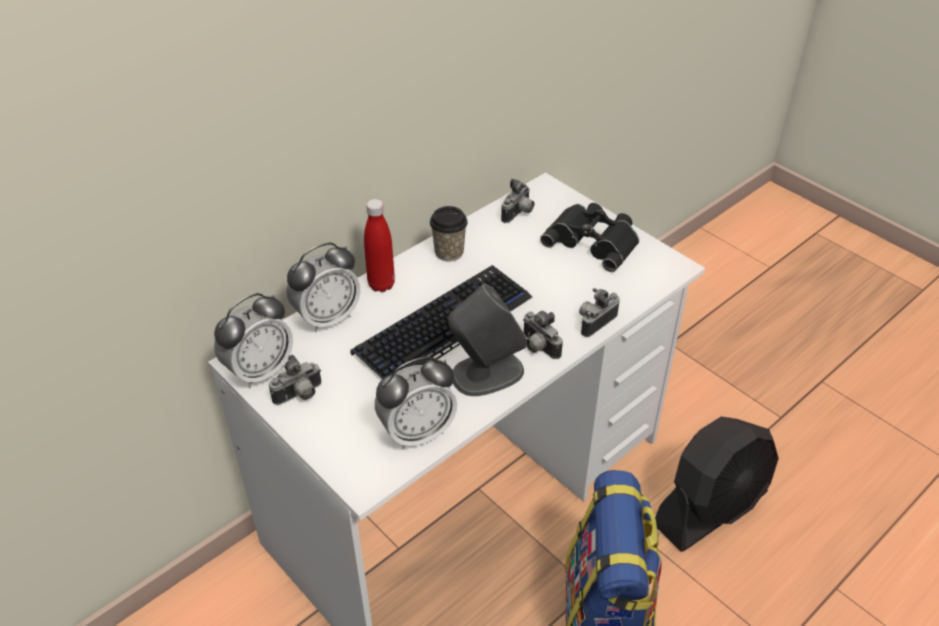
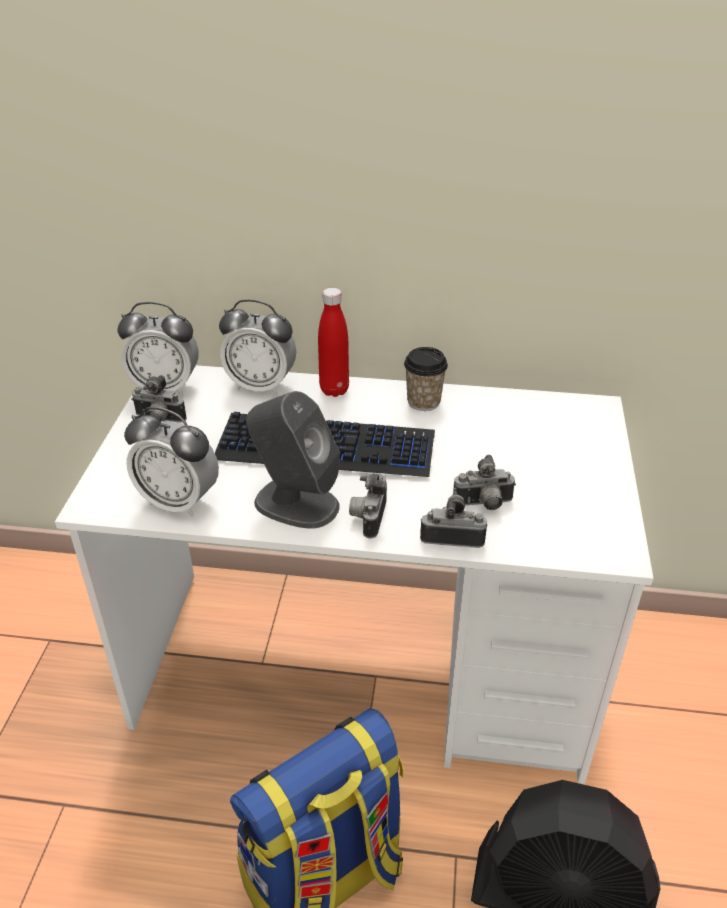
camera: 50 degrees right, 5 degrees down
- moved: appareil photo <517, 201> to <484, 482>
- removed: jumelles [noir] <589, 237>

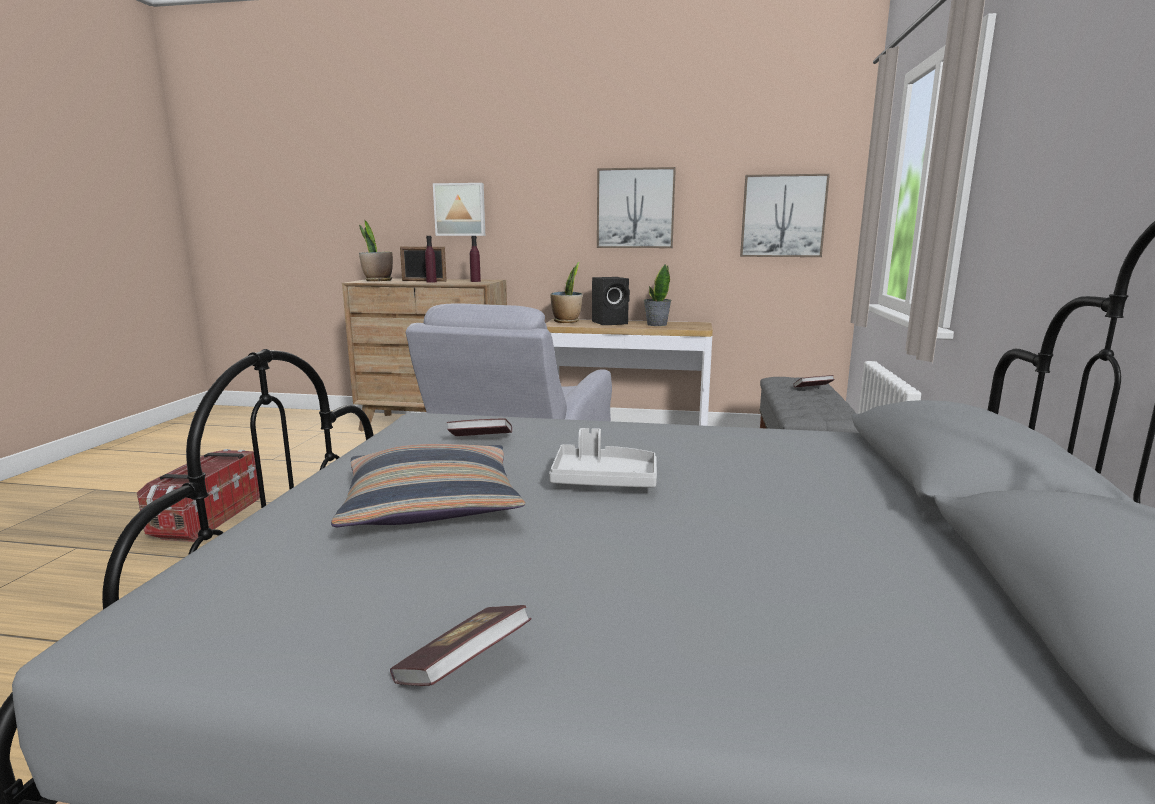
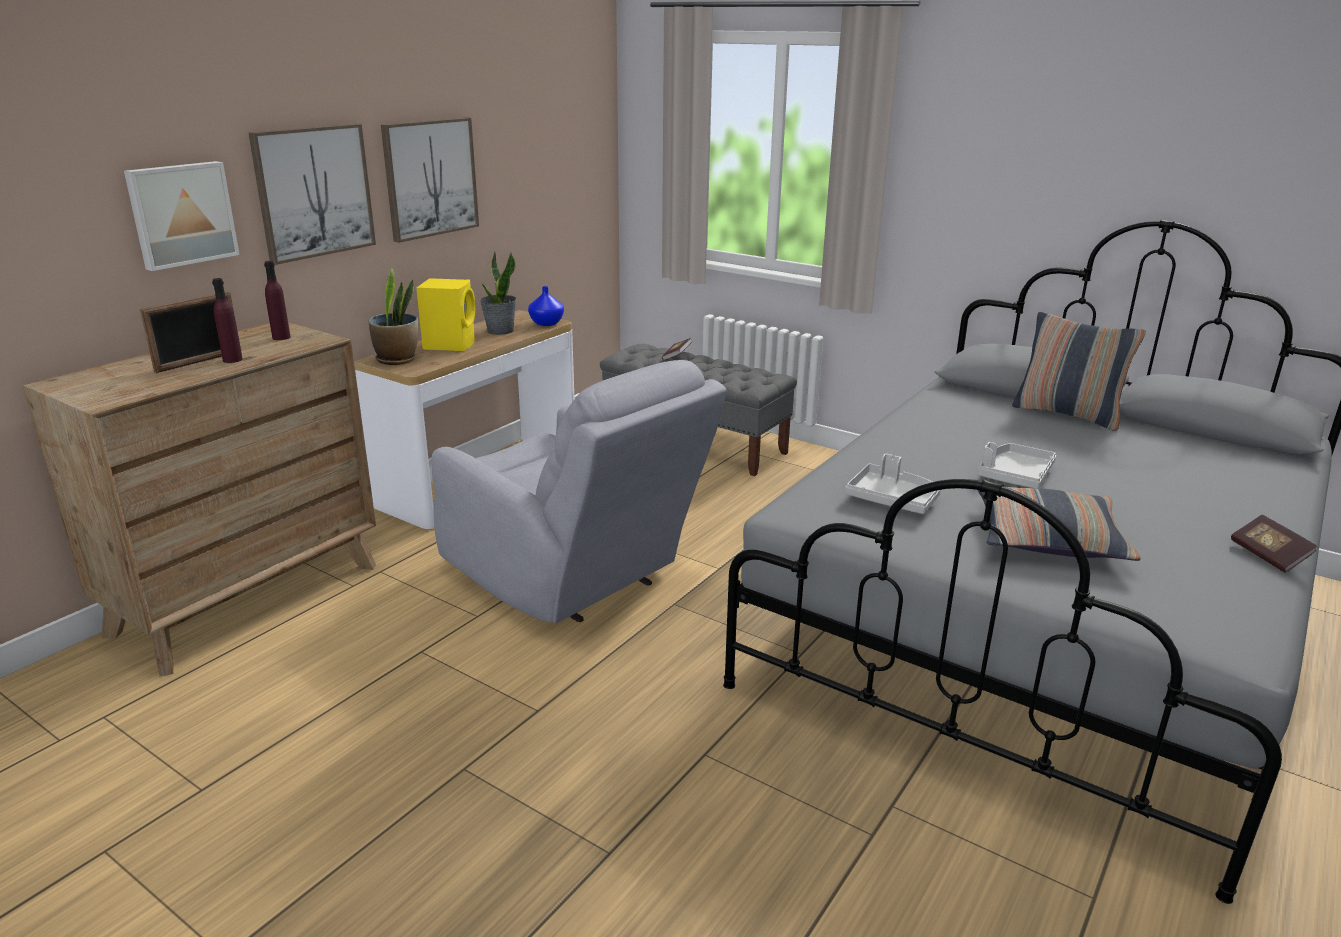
camera: 65 degrees left, 10 degrees up
- moved: tableau <785, 215> to <312, 194>
- removed: plante en pot <376, 250>
- recoloured: enceinte [noir] <611, 301> to enceinte [jaune] <445, 314>
- replaced: livre <479, 427> to plateau [gris] <893, 484>
- removed: boîte de rangement <200, 495>
- added: vase [bleu] <546, 306>
- added: coussin <1079, 371>

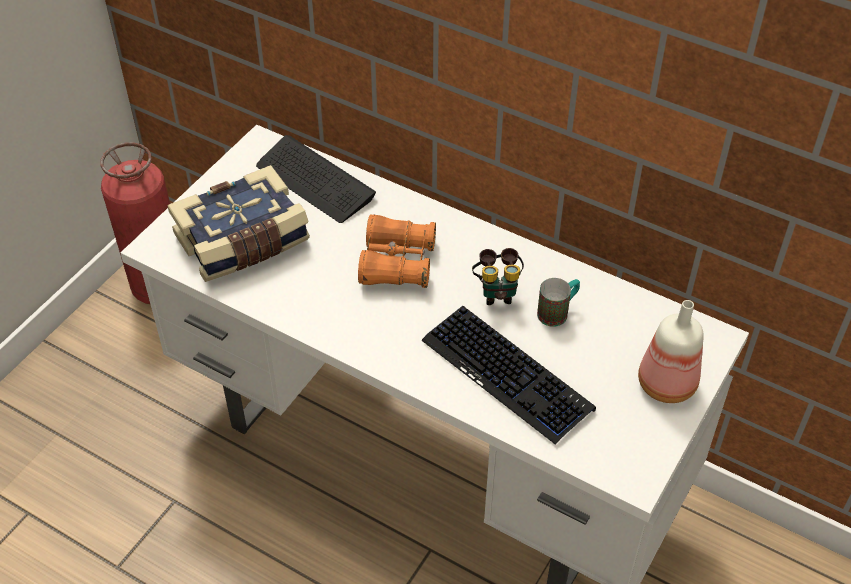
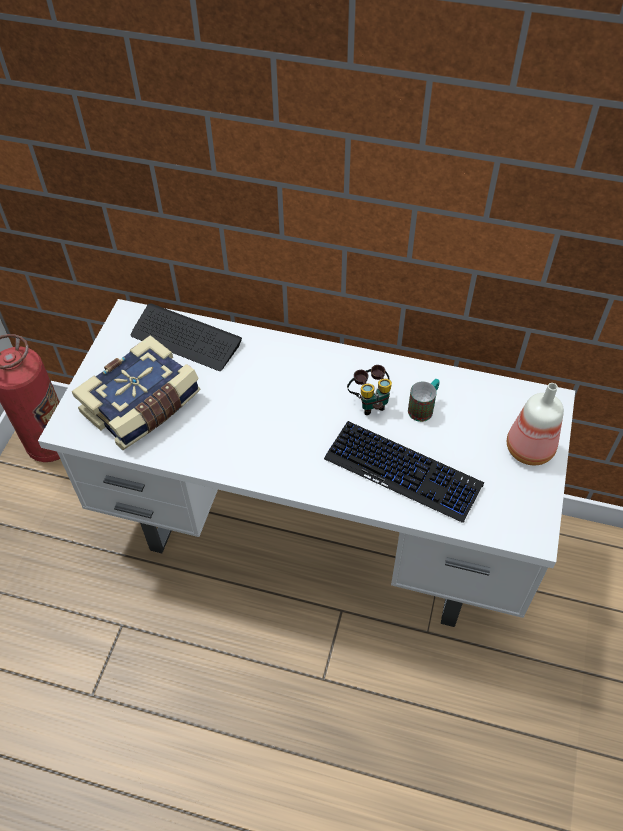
camera: 15 degrees left, 5 degrees up
- removed: jumelles [orange] <397, 251>

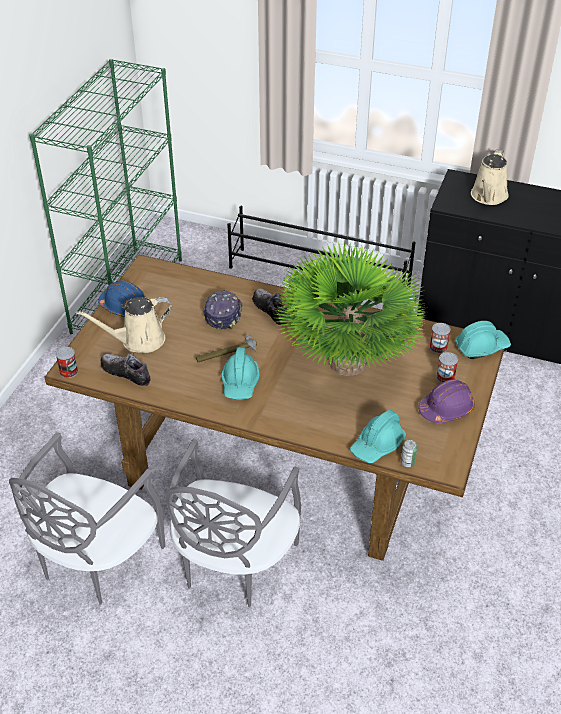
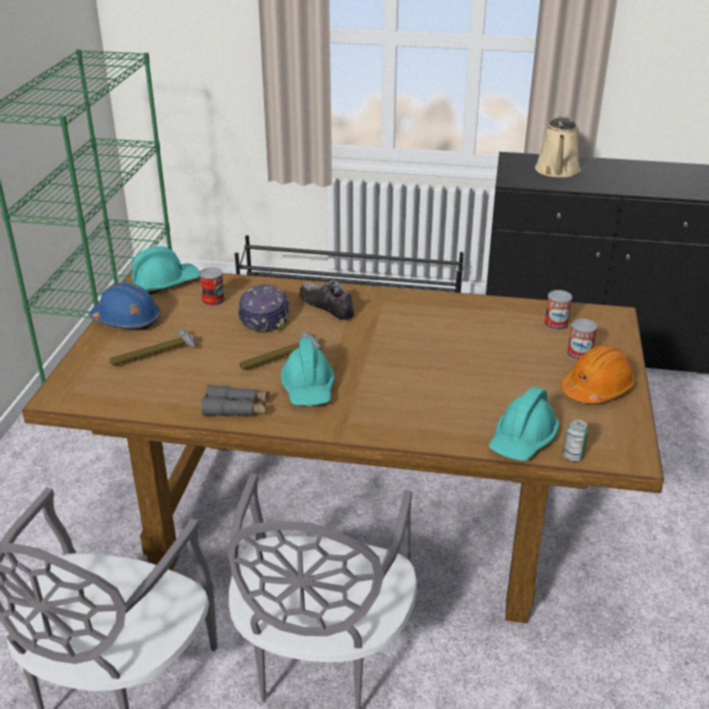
camera: 10 degrees left, 10 degrees down
- removed: plante en pot <351, 308>
- replaced: arrosoir [beige] <124, 325> to marteau <152, 347>
- moved: casque de chantier [turquoise] <483, 340> to <165, 270>
- moved: boîte métallique <67, 362> to <212, 286>
- removed: chaussure <126, 369>
- recoloured: casque de chantier [violet] <446, 401> to casque de chantier [orange] <598, 374>
- added: jumelles [gris] <235, 400>

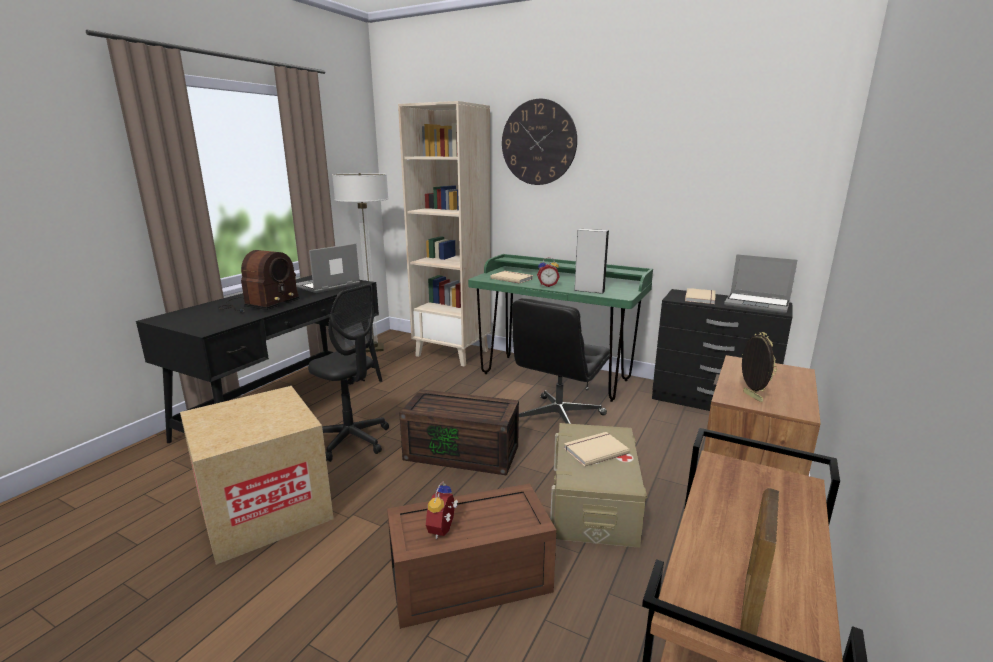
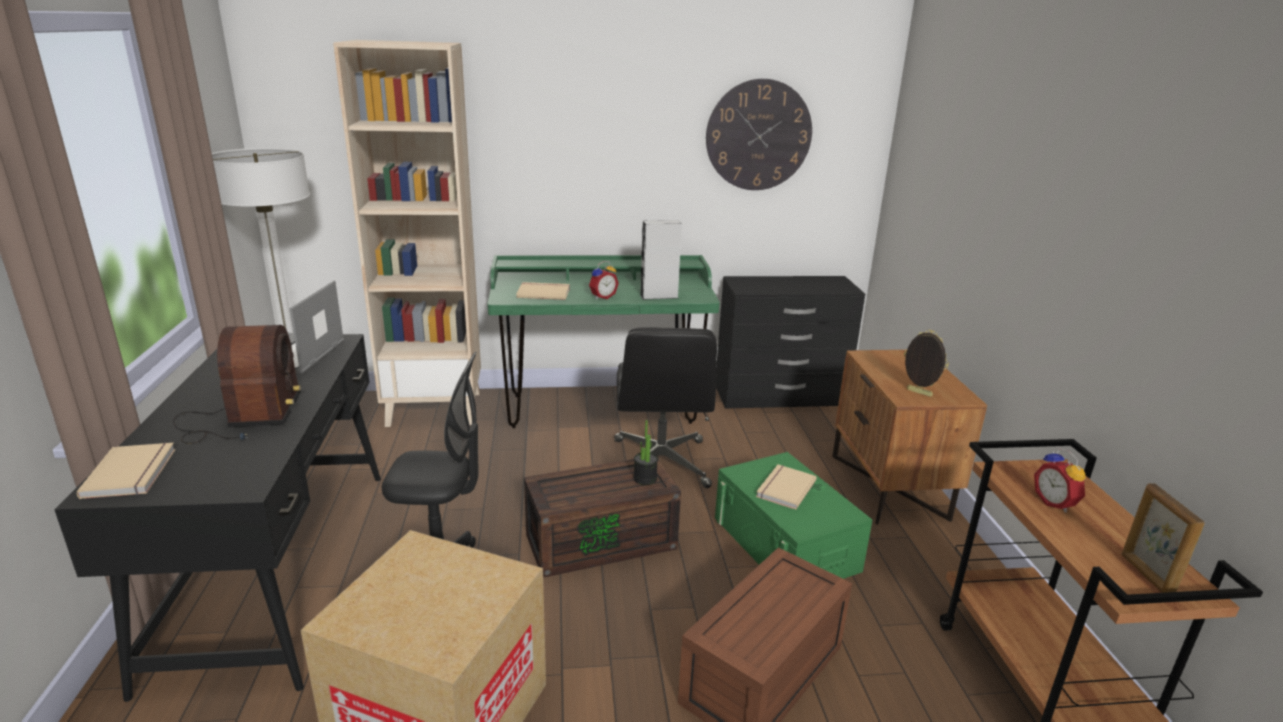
camera: 35 degrees left, 5 degrees up
- moved: horloge murale <539, 142> to <759, 134>
- removed: ordinateur portable <760, 284>
- moved: livre [beige] <700, 296> to <125, 471>
- recoloured: boîte de rangement [beige] <598, 485> to boîte de rangement [vert] <793, 515>
- moved: réveil <442, 510> to <1060, 480>
- added: plante en pot <645, 452>

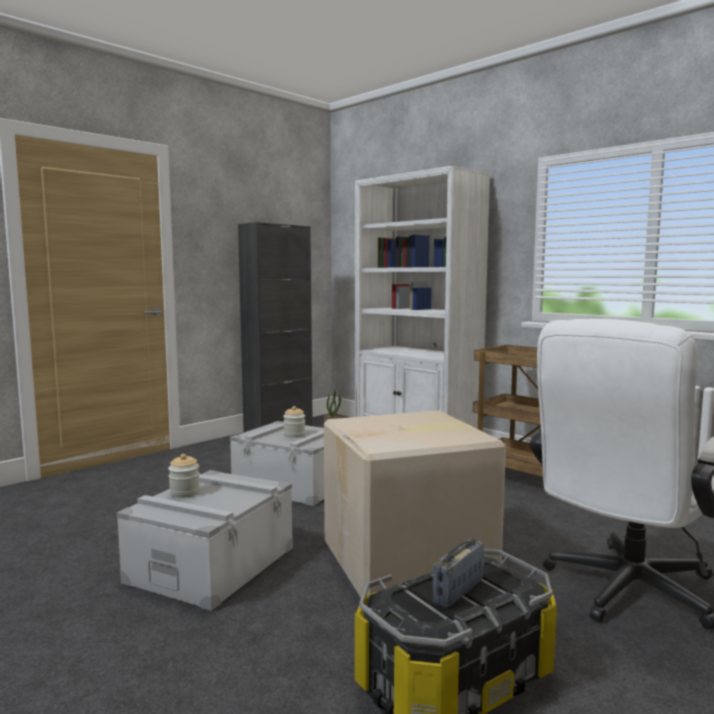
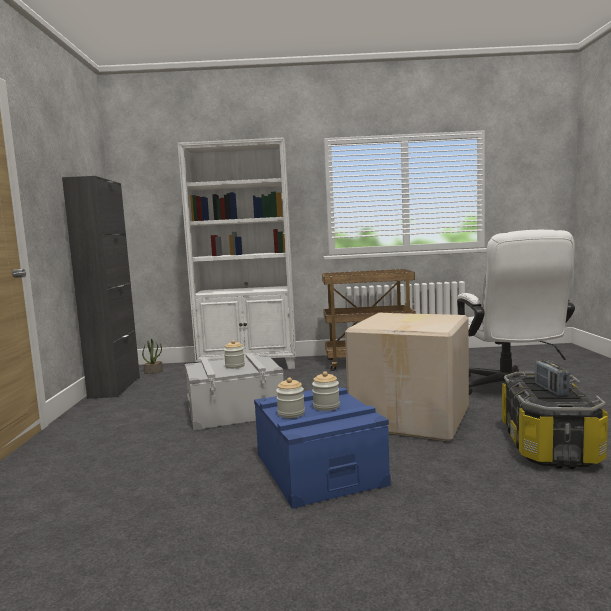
camera: 45 degrees left, 0 degrees up
- recoloured: boîte de rangement [gris] <204, 540> to boîte de rangement [bleu] <322, 447>
- added: bocal <326, 391>

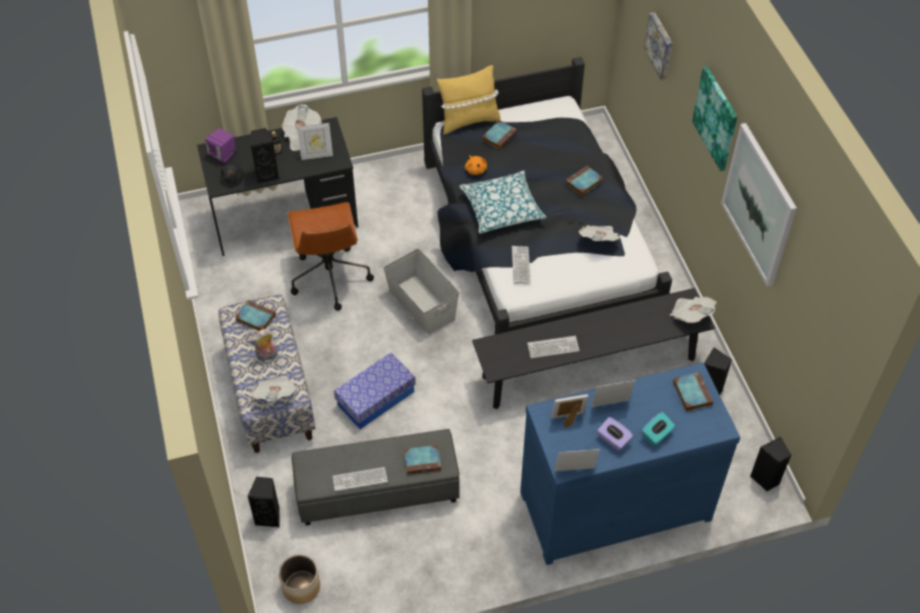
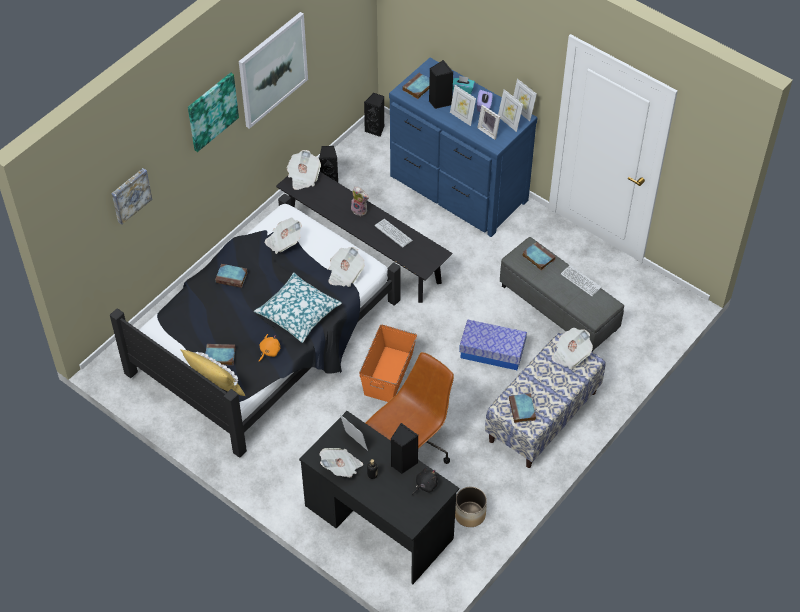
camera: 125 degrees left, 0 degrees up
- removed: enceinte [violet] <220, 145>
- replaced: clavier <521, 265> to journal <346, 267>
- recoloured: boîte de rangement [gris] <421, 292> to boîte de rangement [orange] <388, 363>
- moved: peluche <263, 345> to <360, 201>
- moved: enceinte [noir] <263, 502> to <441, 84>
- moved: cache-pot <299, 579> to <471, 507>
- added: cadre photo <510, 110>

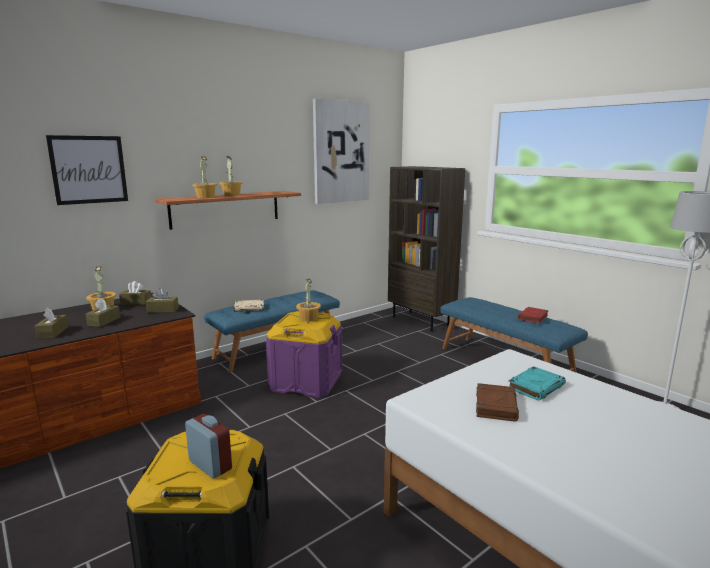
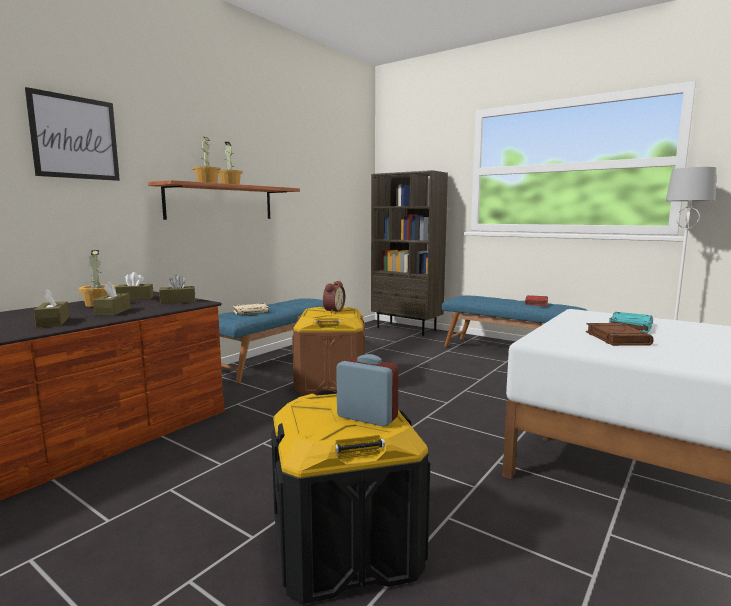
camera: 15 degrees left, 5 degrees down
- removed: tableau <341, 151>
- replaced: plante en pot <308, 300> to réveil <334, 297>
- recoloured: boîte de rangement [violet] <304, 354> to boîte de rangement [marron] <328, 350>

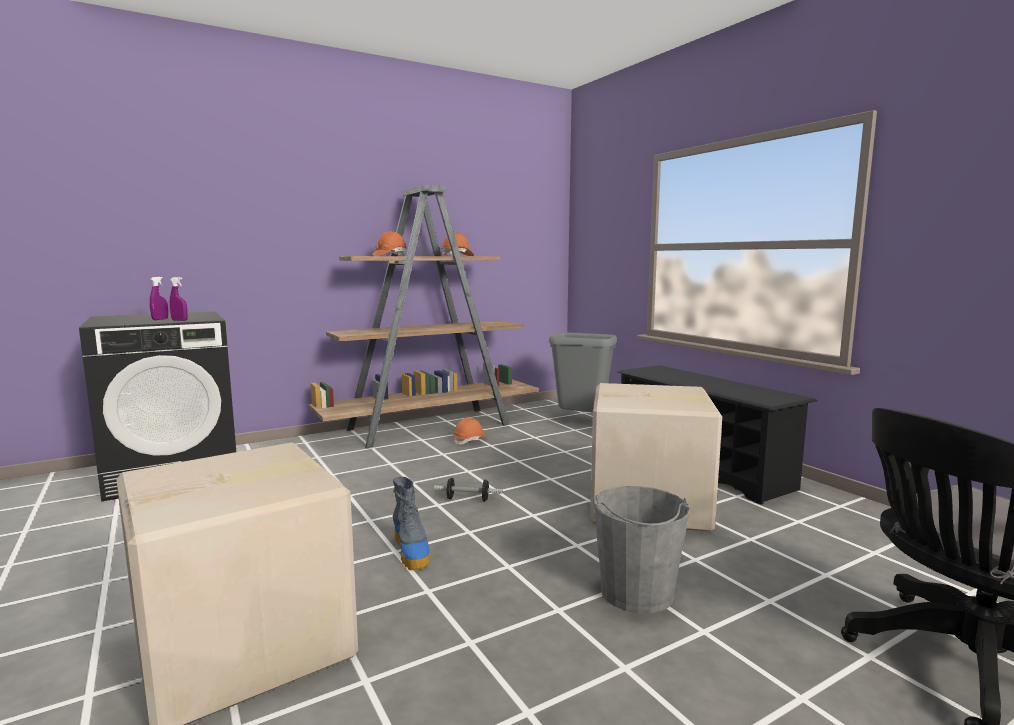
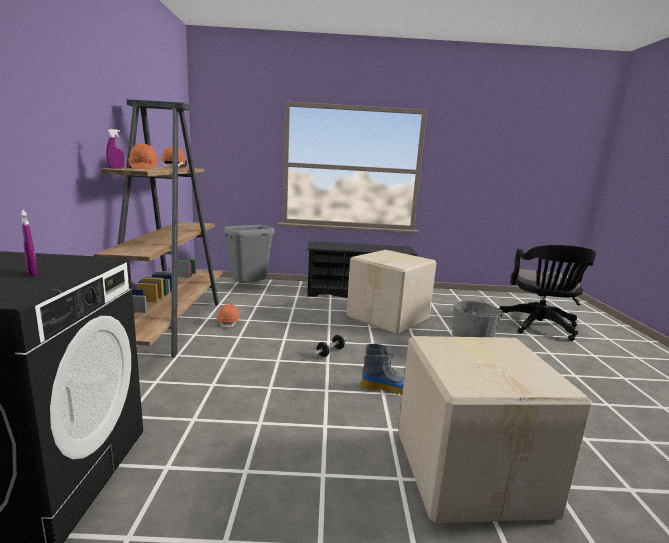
camera: 60 degrees left, 5 degrees up
- moved: vaporisateur [violet] <179, 299> to <115, 149>

